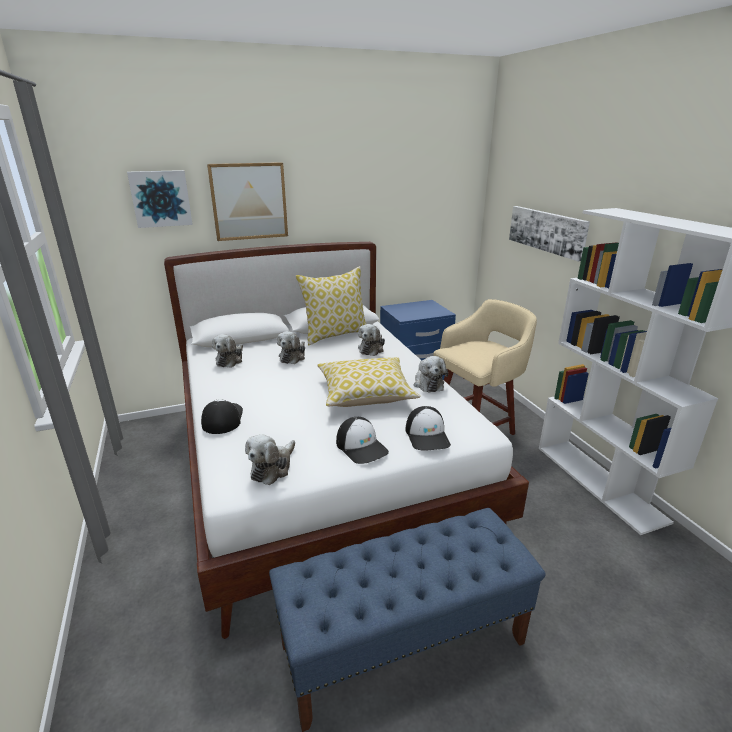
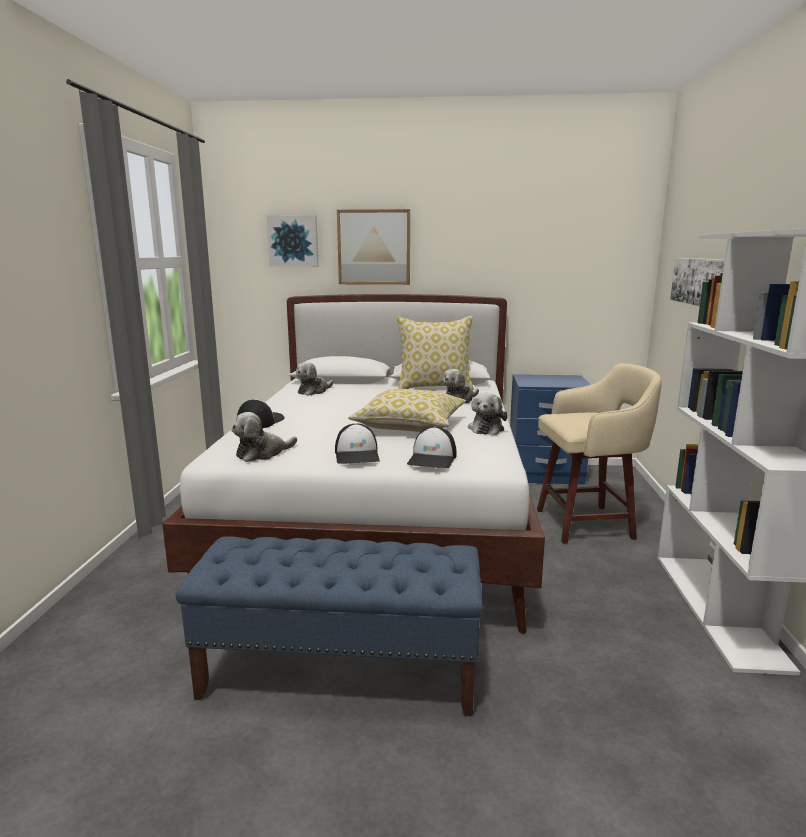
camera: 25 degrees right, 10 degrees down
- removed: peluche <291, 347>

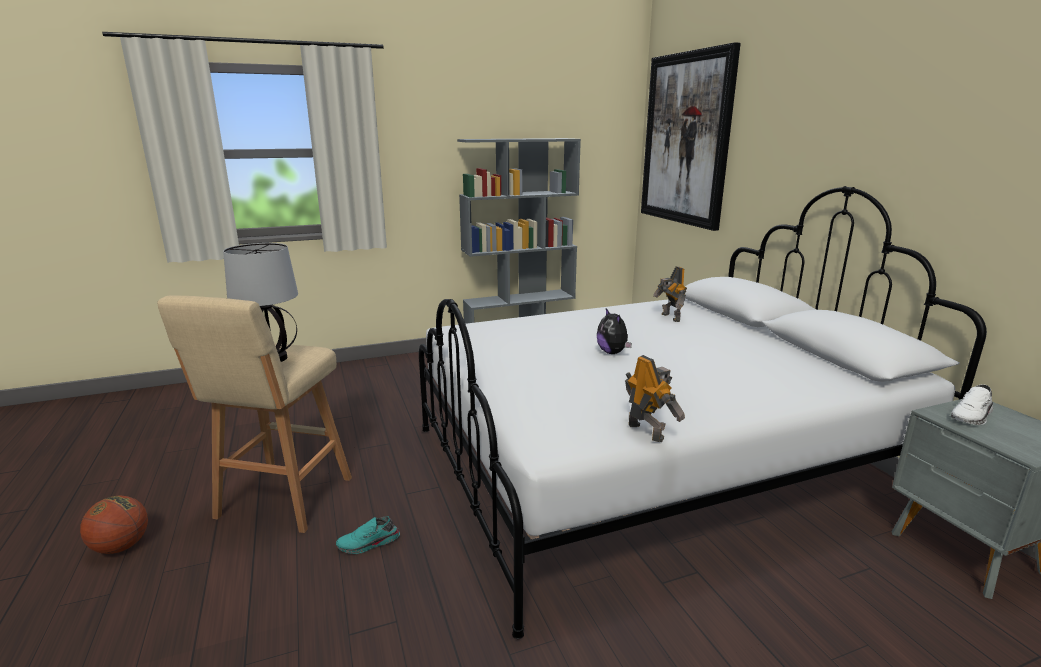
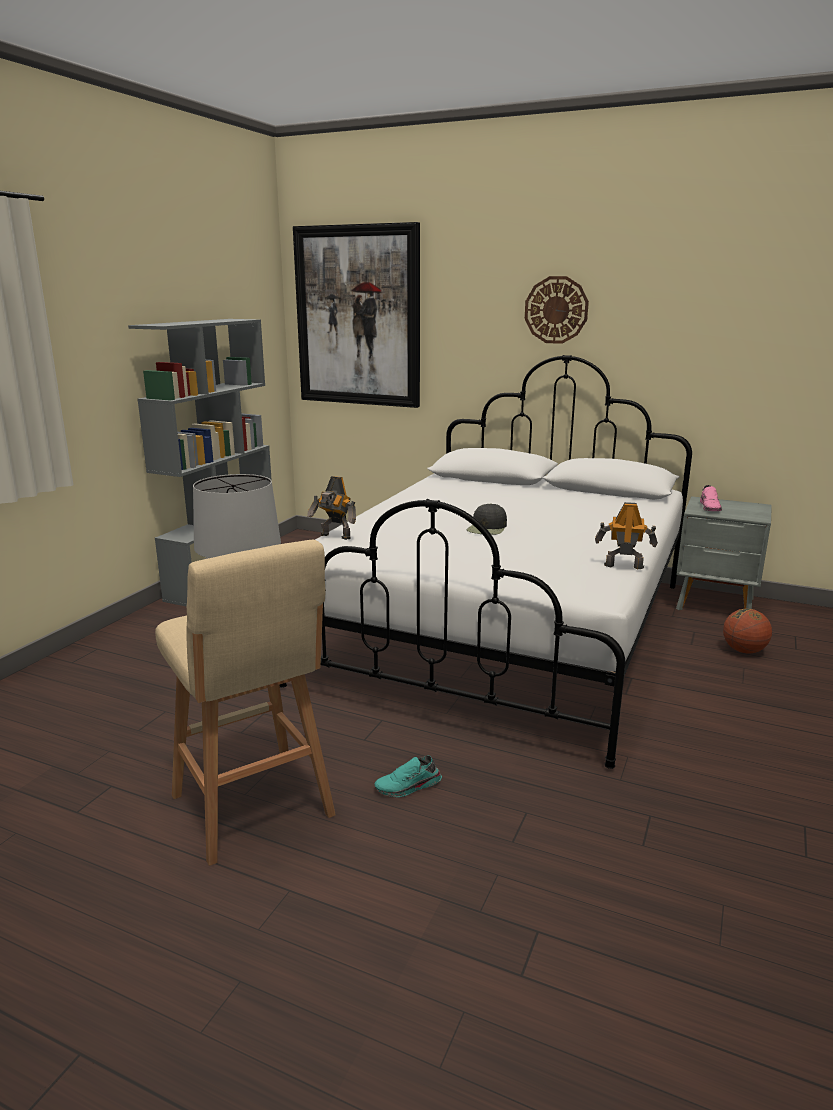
camera: 45 degrees left, 0 degrees up
- moved: robot jouet <670, 294> to <331, 508>
- replaced: peluche <614, 331> to casquette [noir] <487, 519>
- recoloured: chaussure [blanc] <972, 404> to chaussure [rose] <711, 498>
- moved: ballon de basket <114, 524> to <747, 631>
- turned: chaussure [turquoise] <368, 535> = <408, 776> 45 degrees clockwise
- added: horloge murale <557, 310>

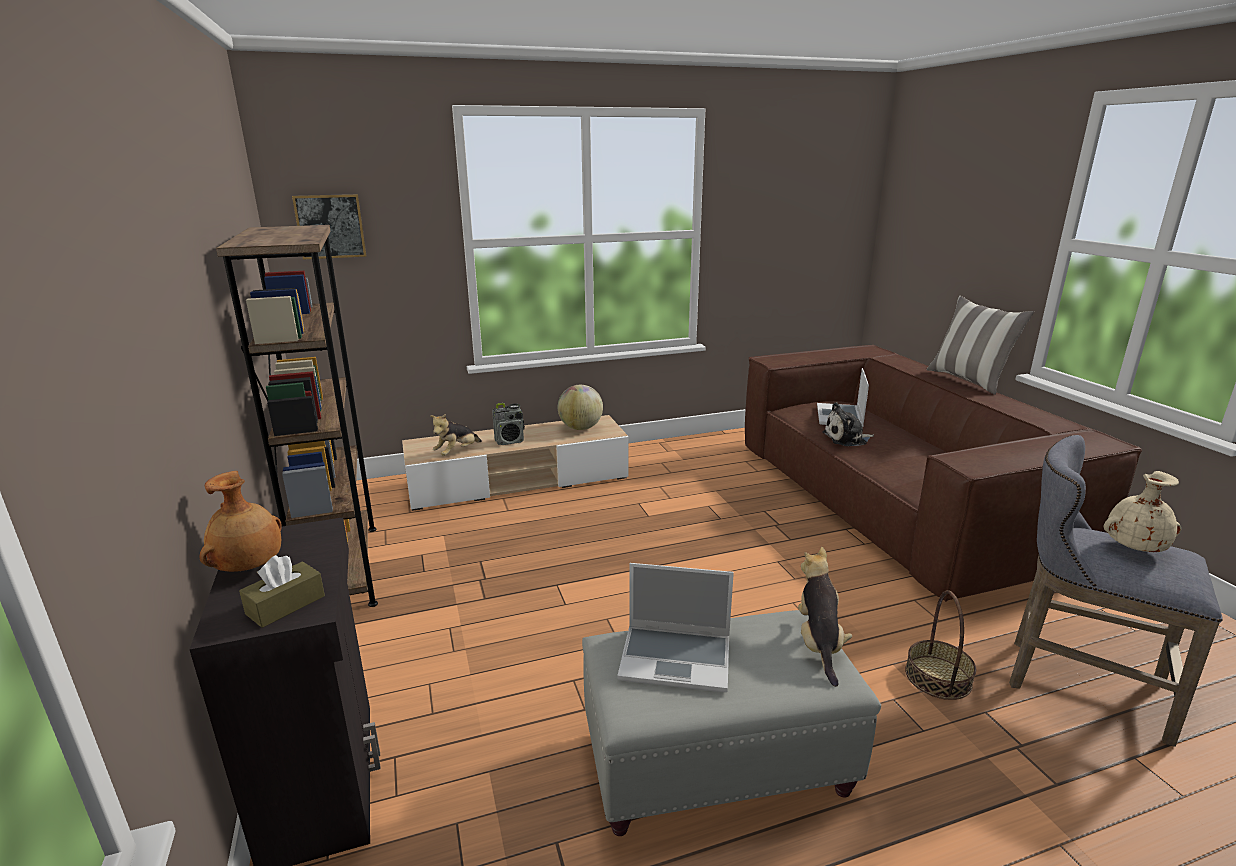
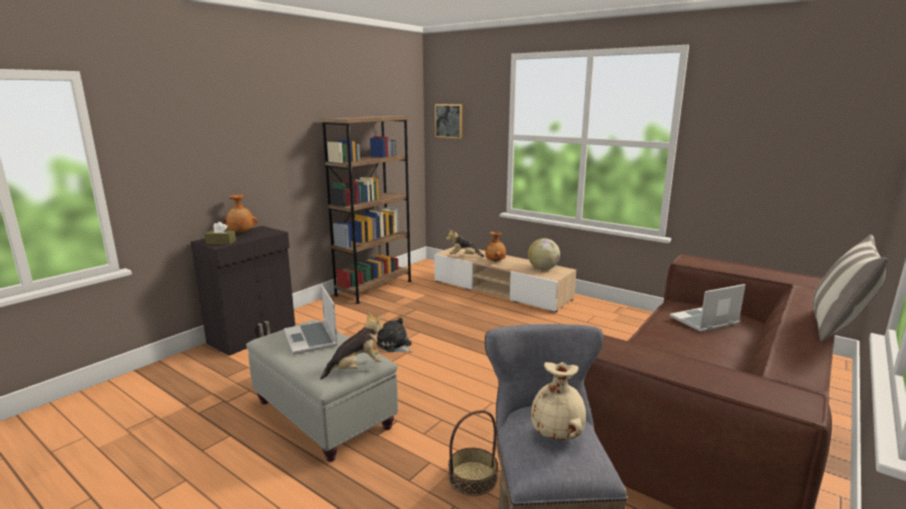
camera: 55 degrees right, 5 degrees down
- moved: peluche <847, 424> to <394, 335>
- replaced: radio <508, 424> to vase [marron] <495, 247>

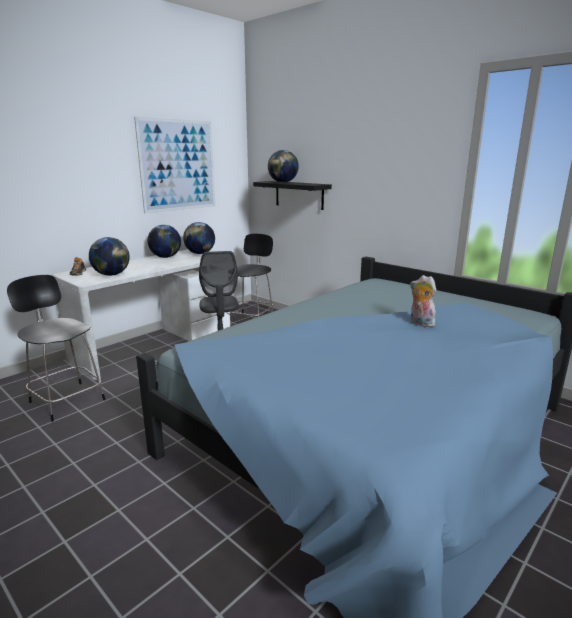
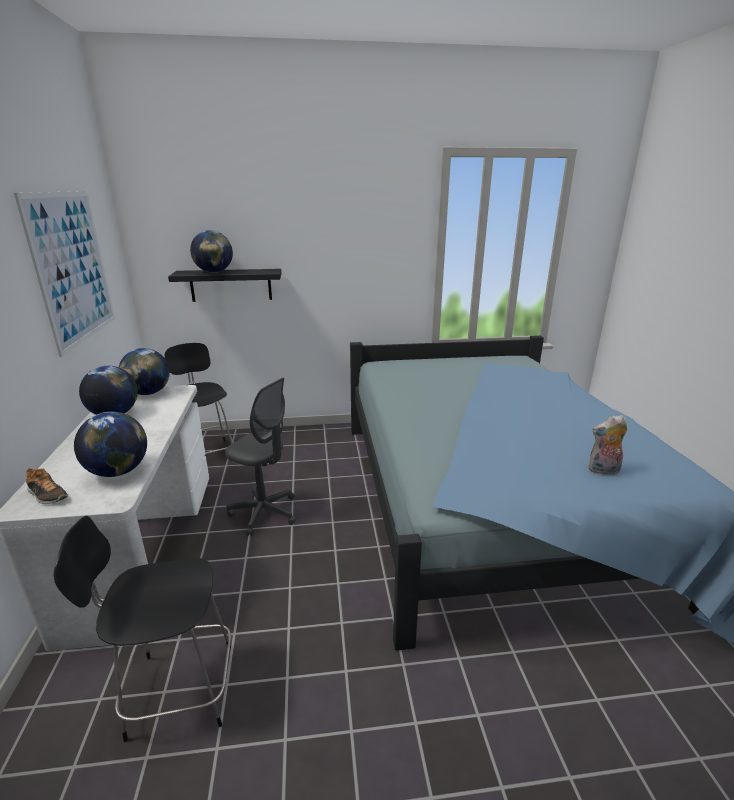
camera: 50 degrees left, 5 degrees up
- moved: peluche <423, 301> to <607, 444>

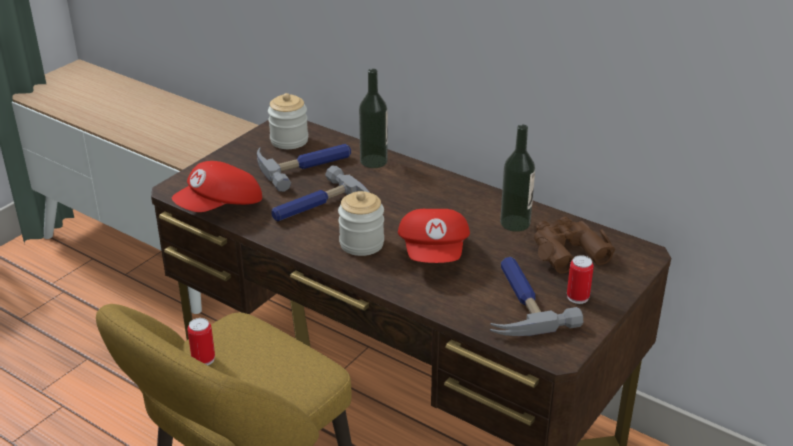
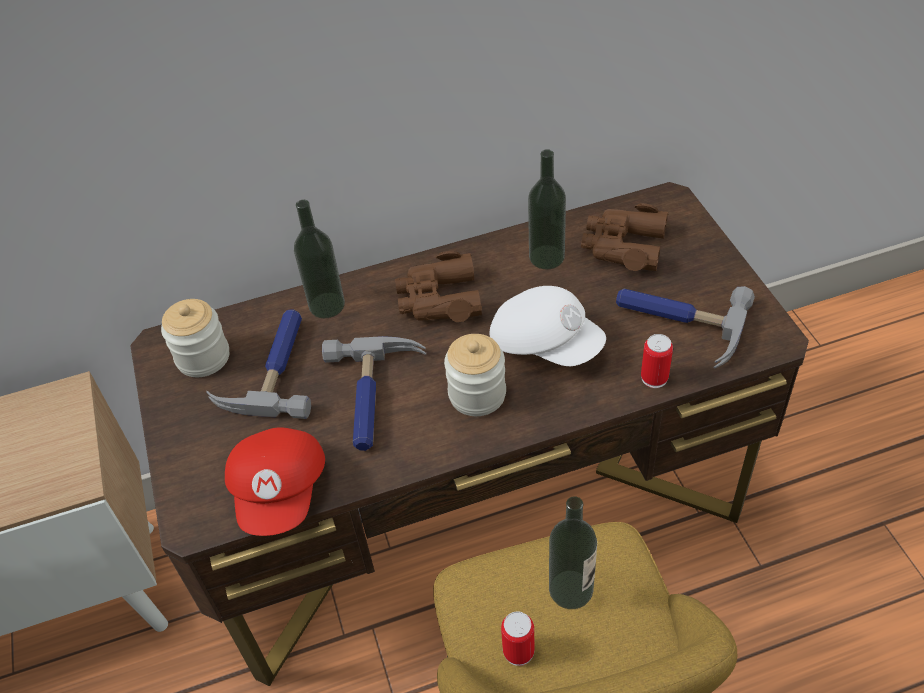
camera: 50 degrees left, 15 degrees up
- recoloured: casquette [rouge] <434, 236> to casquette [blanc] <548, 326>
- moved: boîte métallique <580, 279> to <657, 361>
- added: jumelles [marron] <438, 286>
- added: bouteille <573, 552>

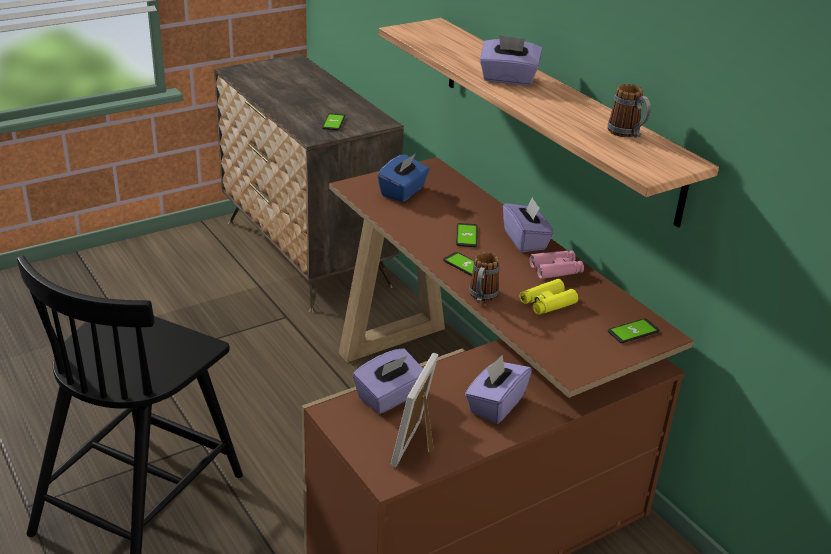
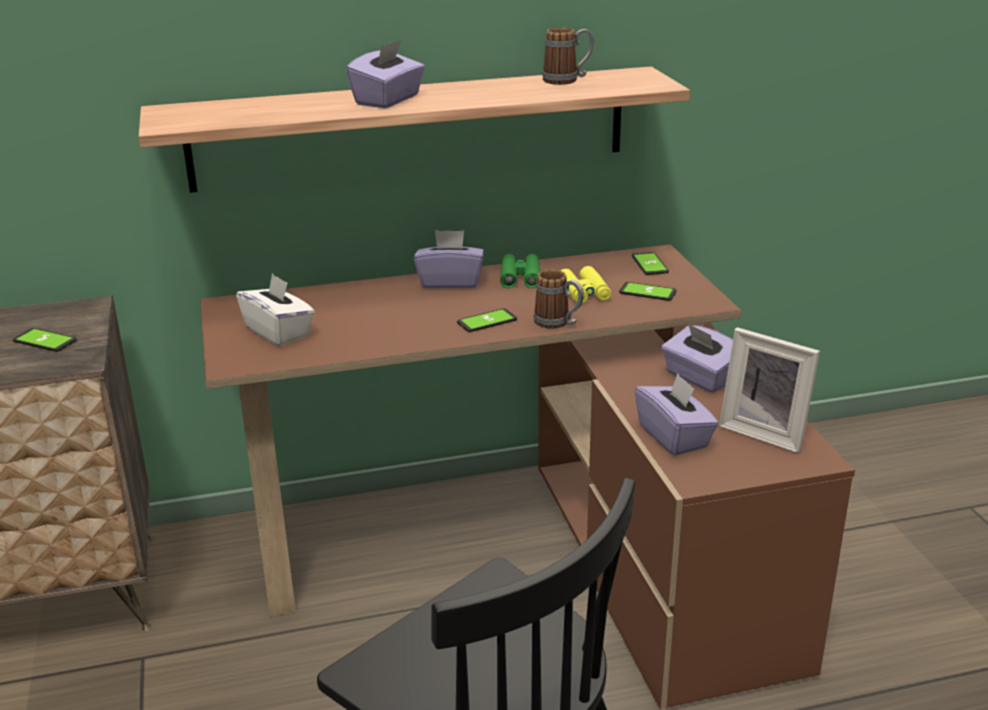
camera: 70 degrees left, 5 degrees down
- recoloured: boîte à mouchoirs [bleu] <404, 178> to boîte à mouchoirs [blanc] <275, 309>
- moved: téléphone <467, 235> to <648, 291>
- recoloured: jumelles [rose] <557, 264> to jumelles [vert] <520, 271>

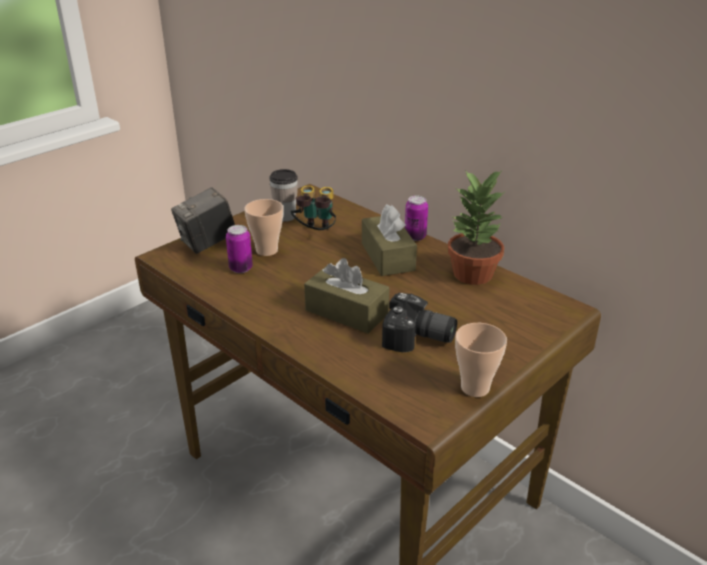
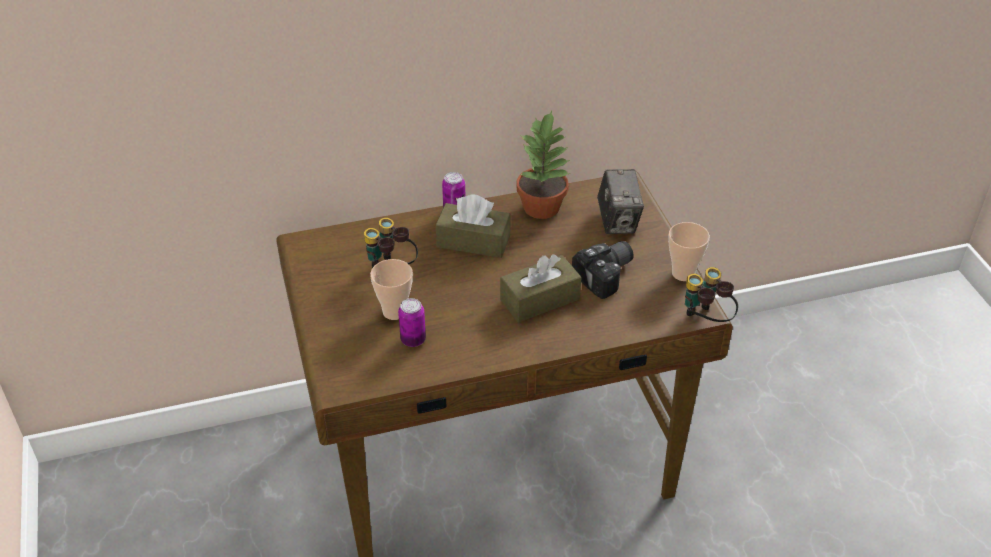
camera: 60 degrees left, 10 degrees up
- removed: tasse <283, 195>
- moved: appareil photo <203, 220> to <620, 201>
- added: jumelles <711, 294>

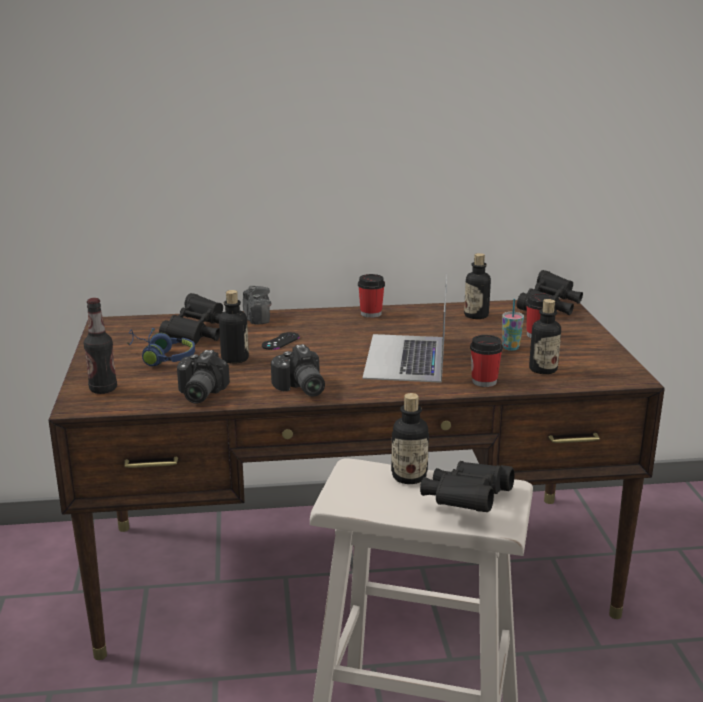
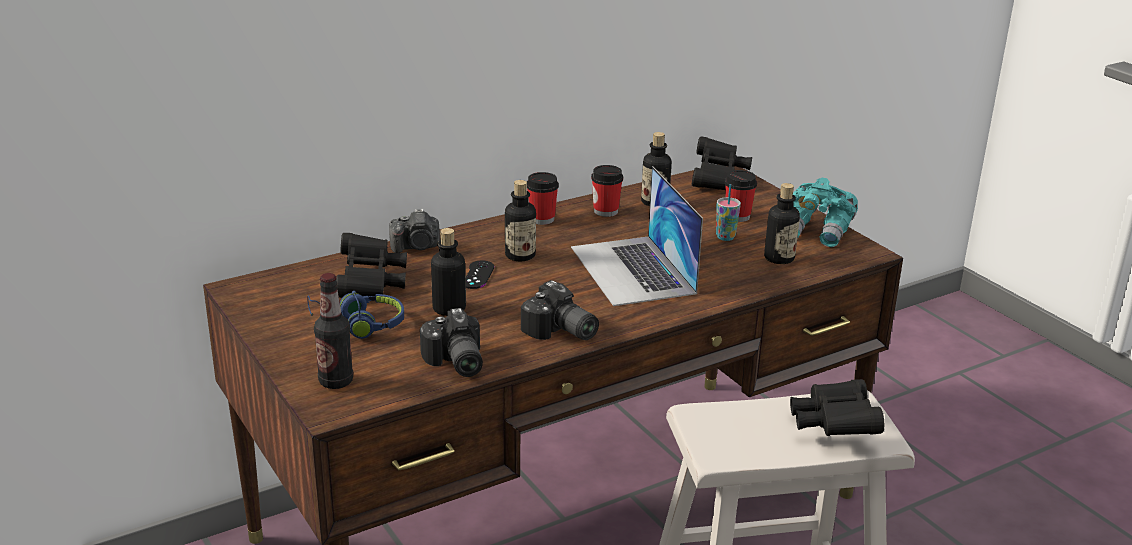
camera: 25 degrees left, 5 degrees up
- turned: appareil photo <257, 305> = <414, 231> 120 degrees clockwise
- moved: tasse <486, 361> to <607, 191>
- moved: bouteille <410, 438> to <520, 220>
- added: jumelles [turquoise] <825, 212>

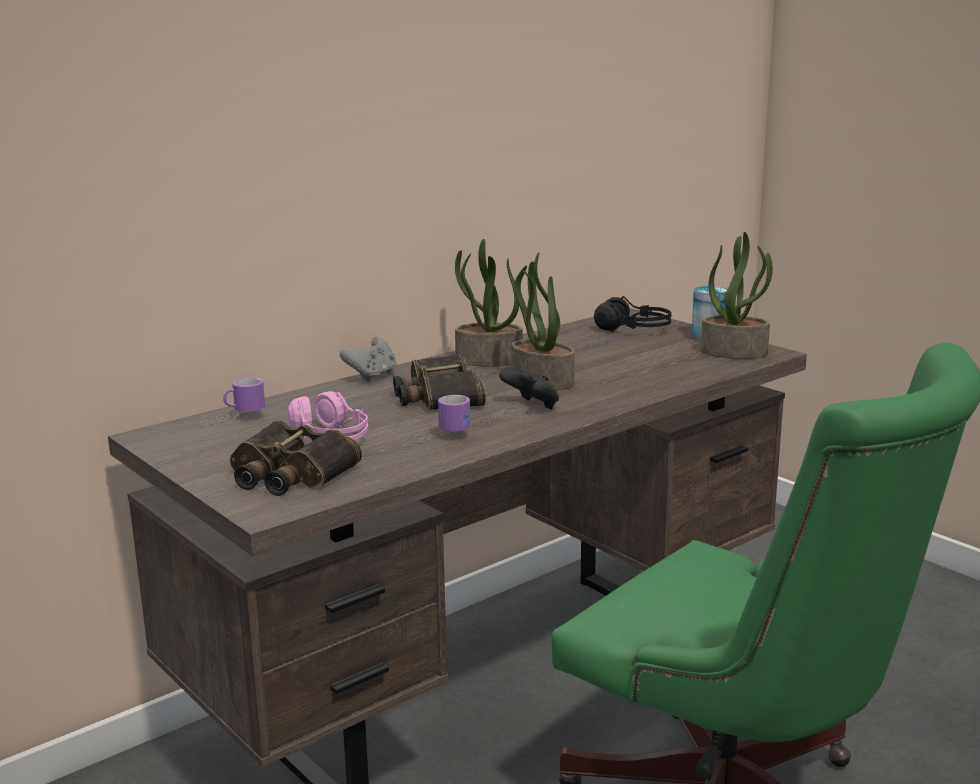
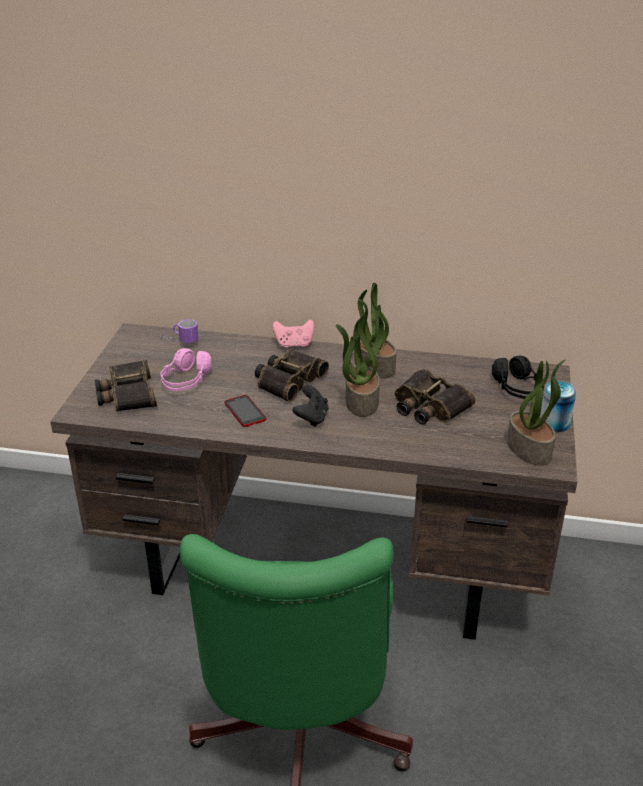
camera: 50 degrees right, 15 degrees up
- recoloured: manette [gris] <368, 359> to manette [rose] <294, 334>
- replaced: mug <454, 414> to téléphone <245, 411>
- added: jumelles <435, 397>

